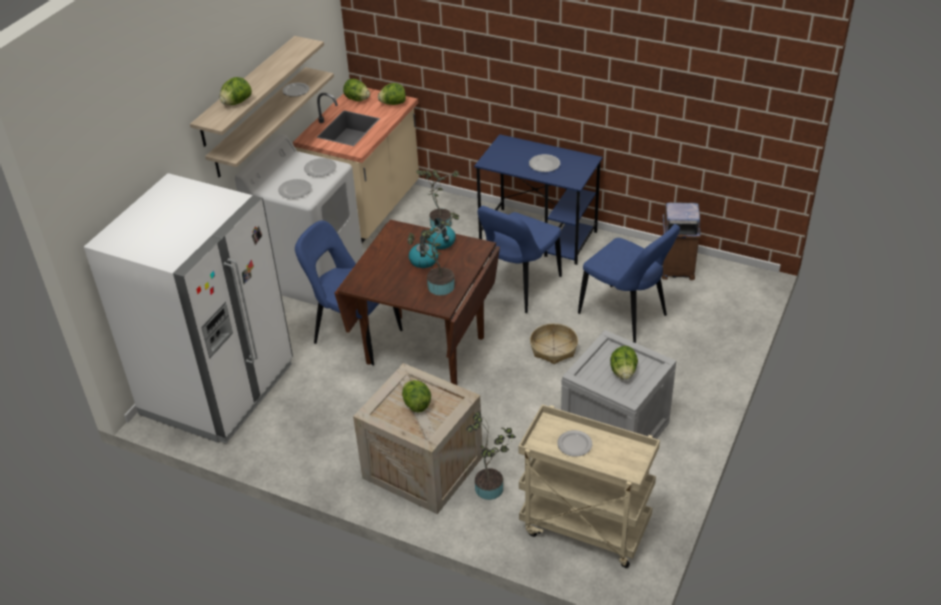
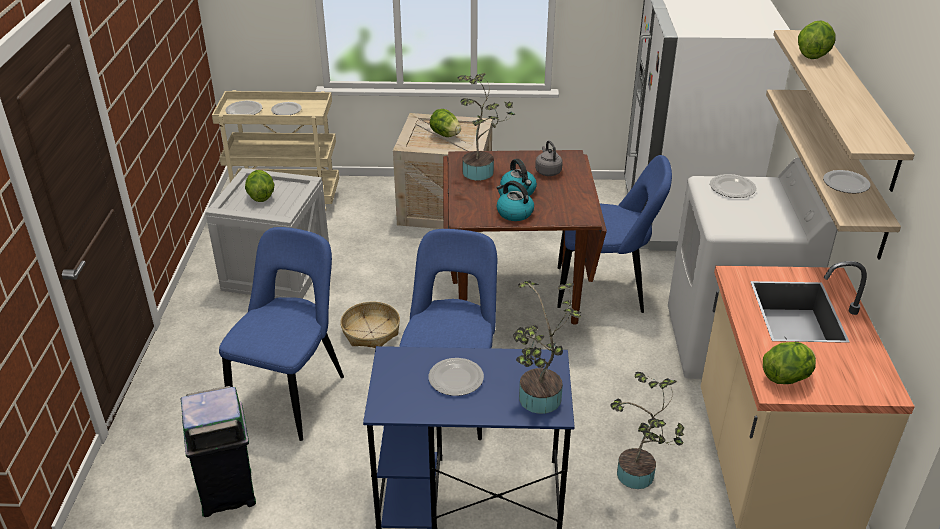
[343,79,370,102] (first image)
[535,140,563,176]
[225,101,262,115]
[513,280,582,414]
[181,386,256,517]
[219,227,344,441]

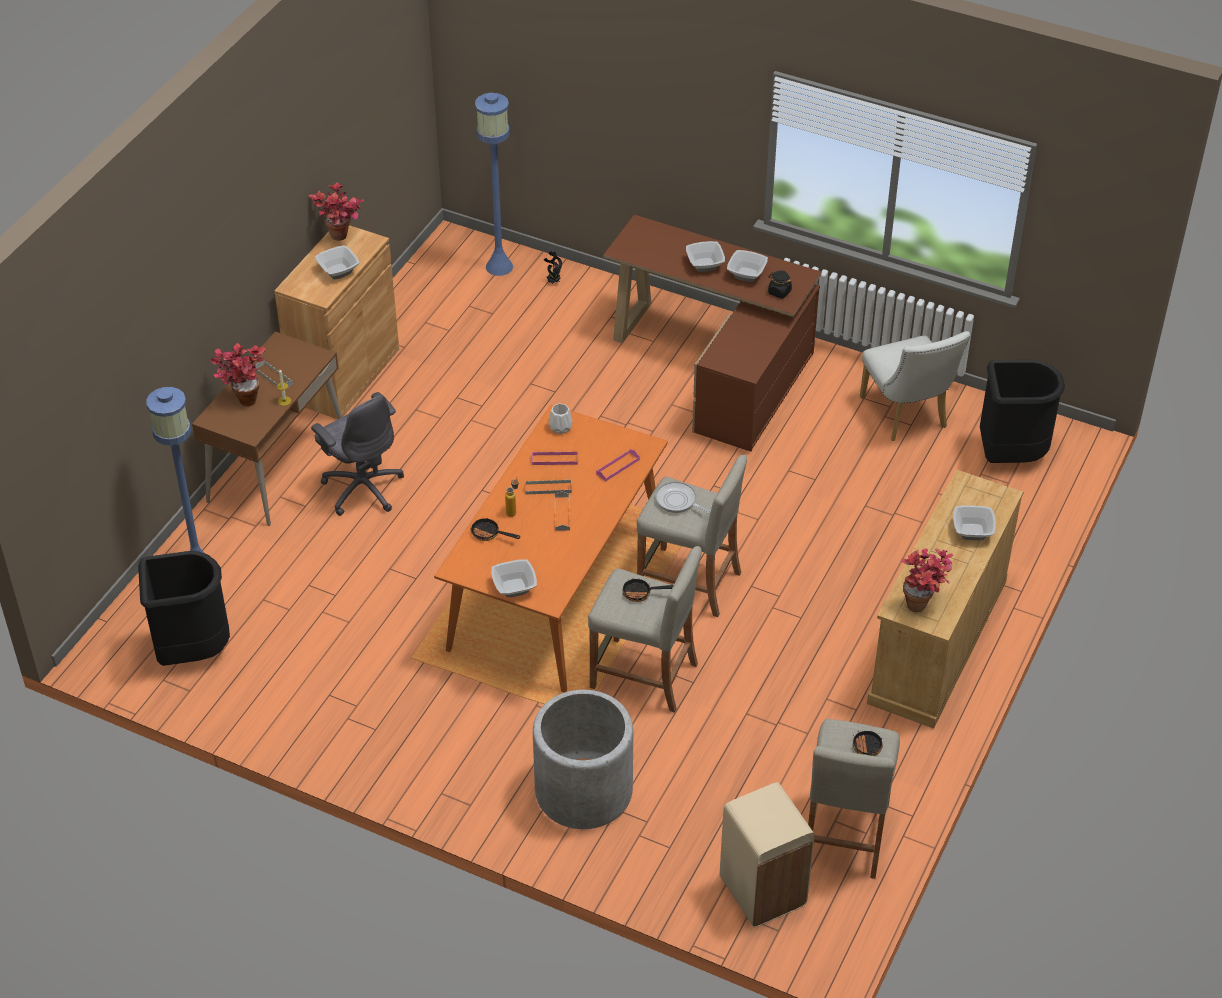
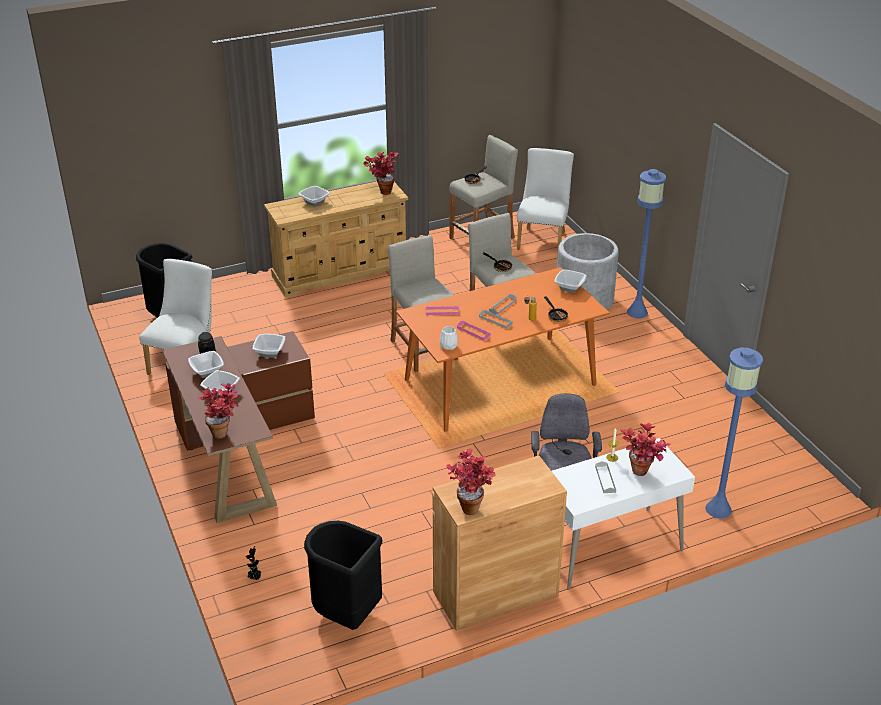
[655,481,711,514] (first image)
[197,383,239,439]
[304,521,382,630]
[253,334,285,358]
[627,169,666,318]
[517,148,574,254]
[552,438,695,590]

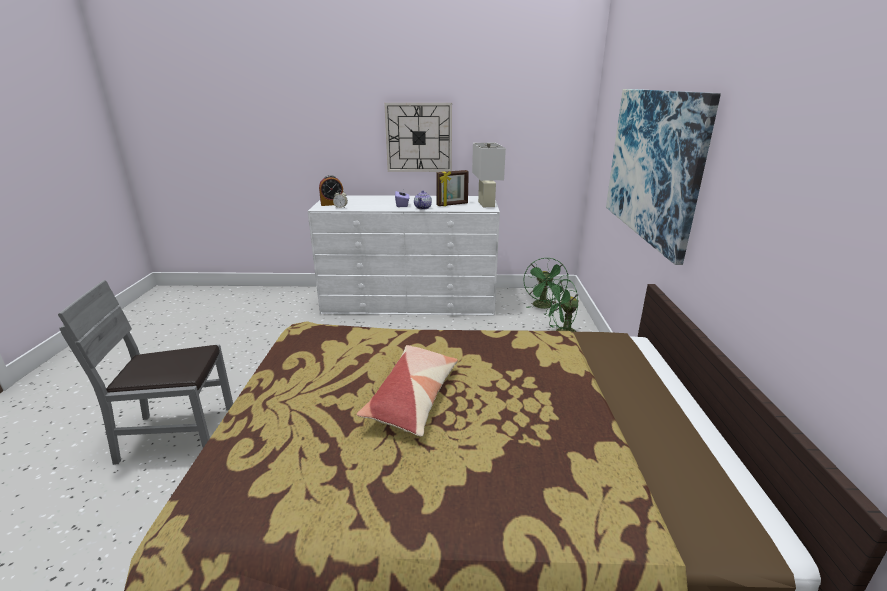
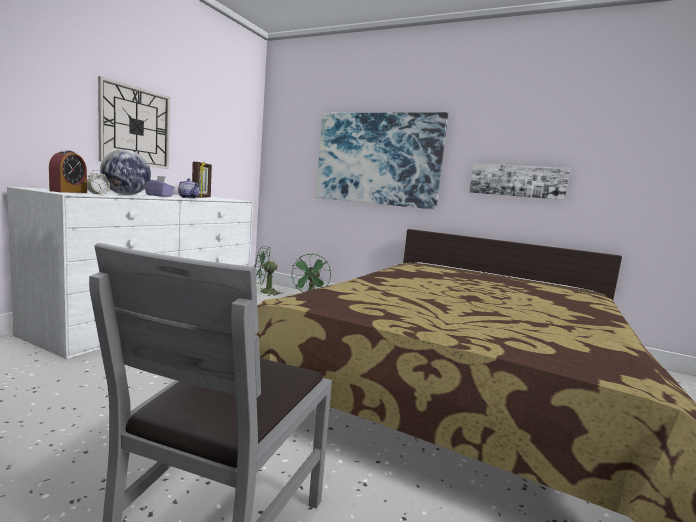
[357,345,458,437] (first image)
[472,143,506,207] (first image)
[100,150,151,195]
[469,163,570,200]
[254,246,283,296]

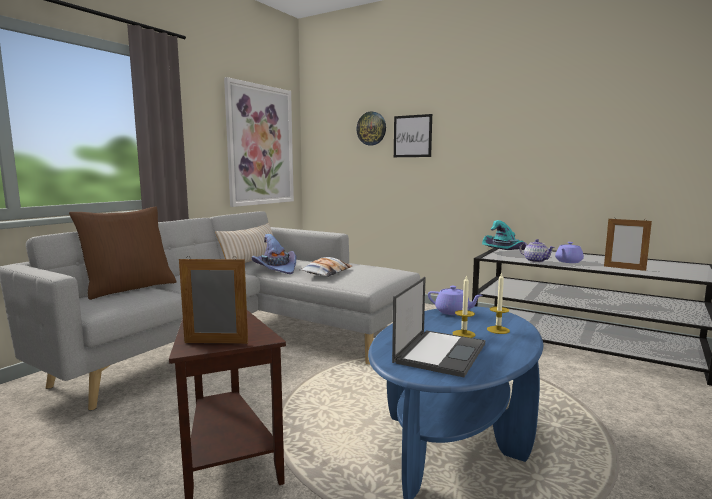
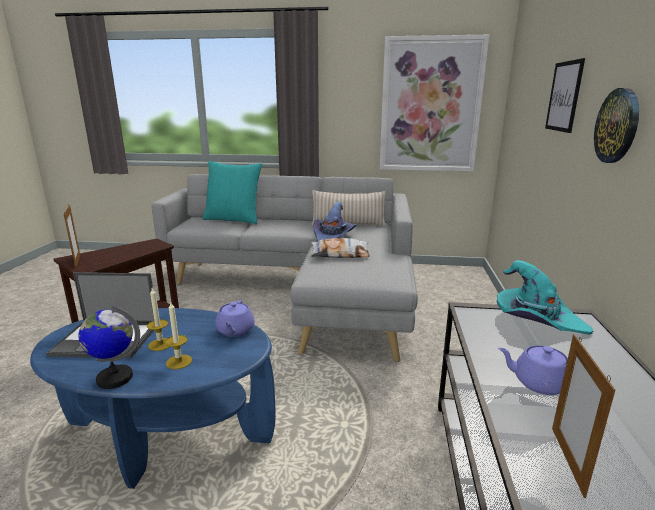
[519,239,555,263] (first image)
[78,306,140,389]
[594,88,639,163]
[202,161,262,224]

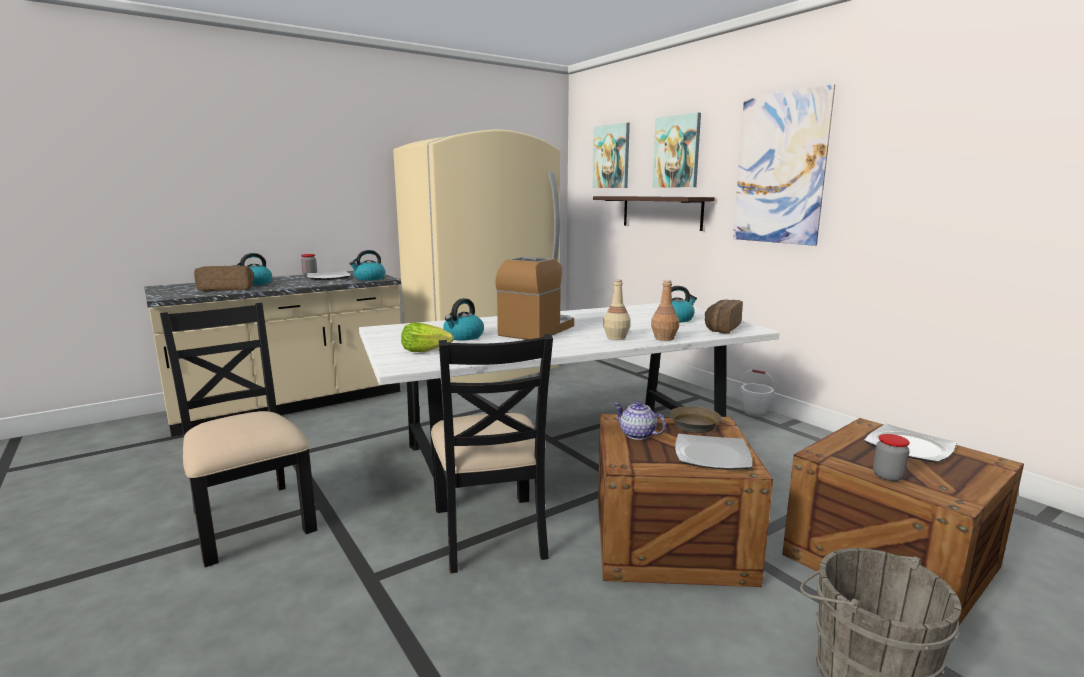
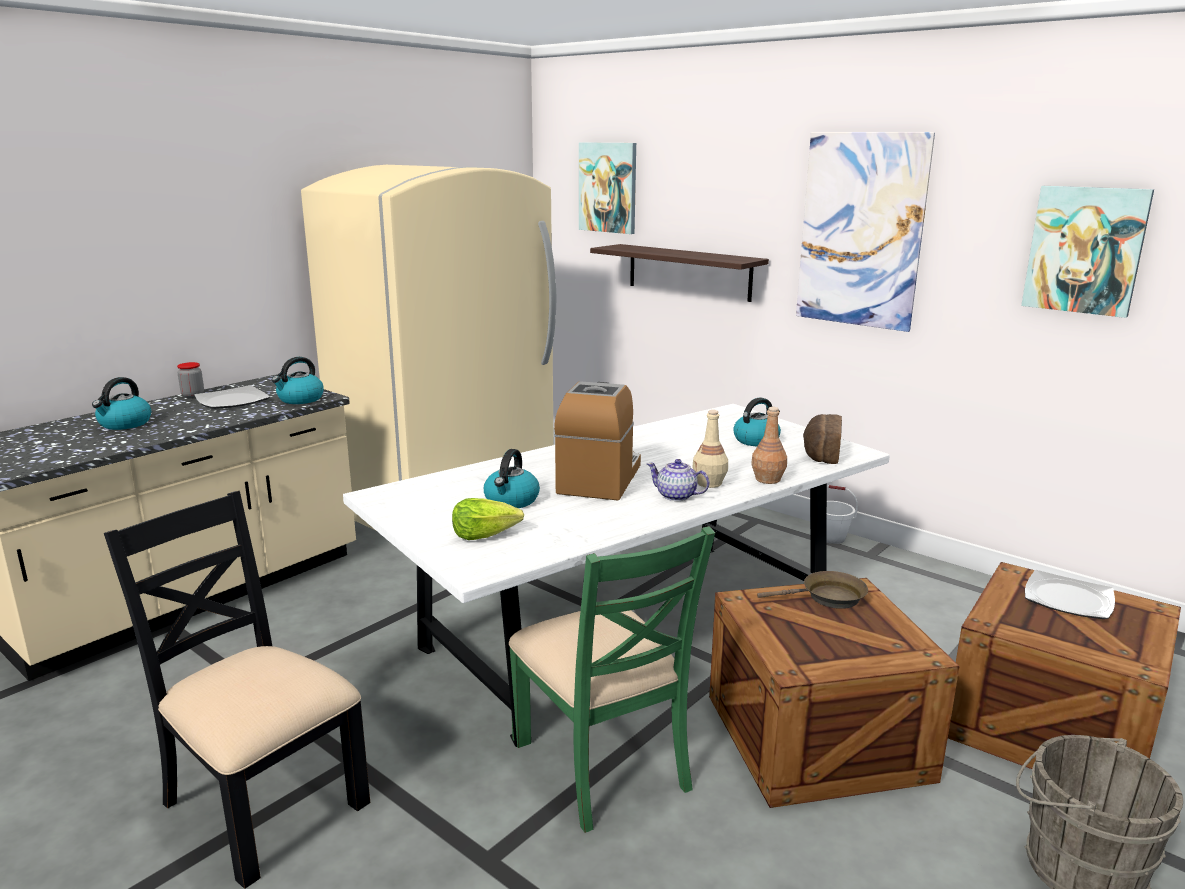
[194,265,254,291] (first image)
[675,434,752,470] (first image)
[873,434,910,482] (first image)
[647,459,710,501]
[1021,186,1154,318]
[509,526,715,833]

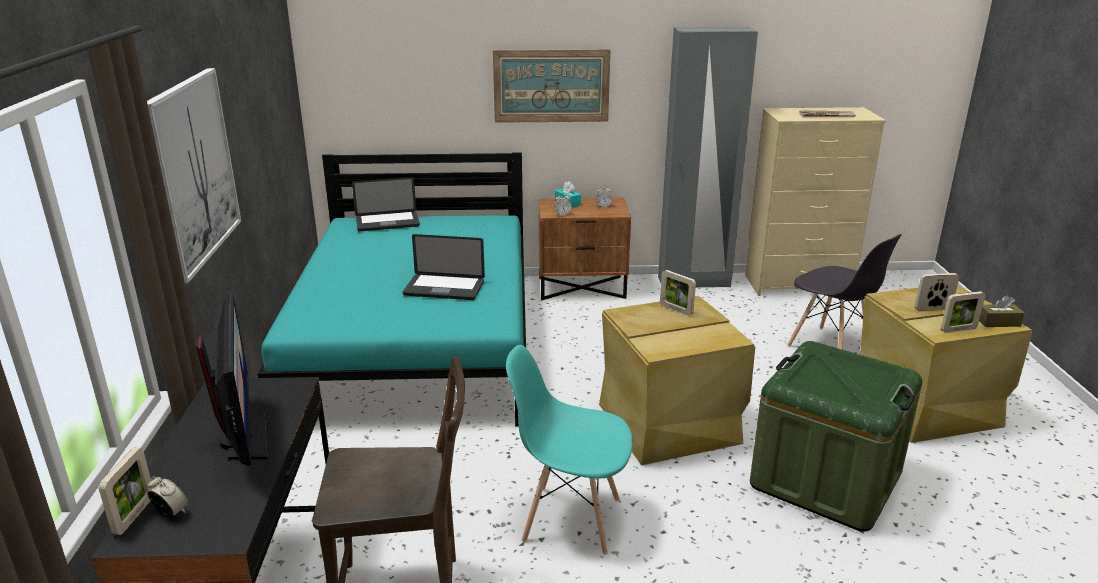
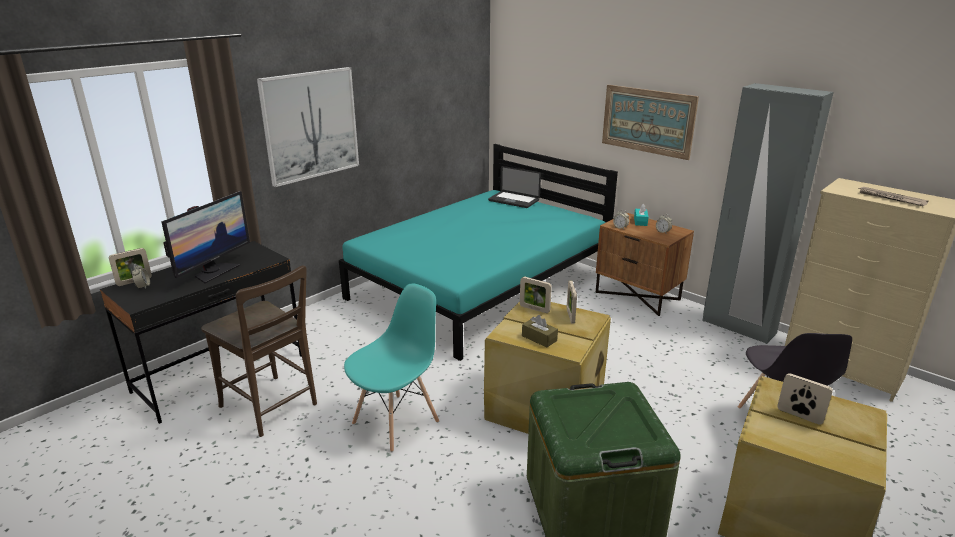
[402,234,485,300] (first image)
[520,277,552,313]
[522,315,558,347]
[344,283,439,452]

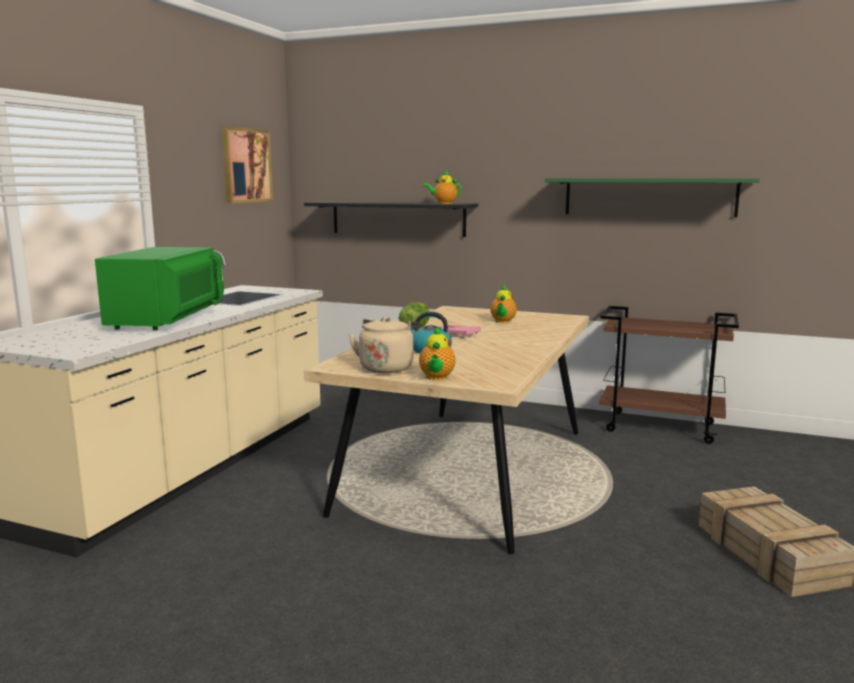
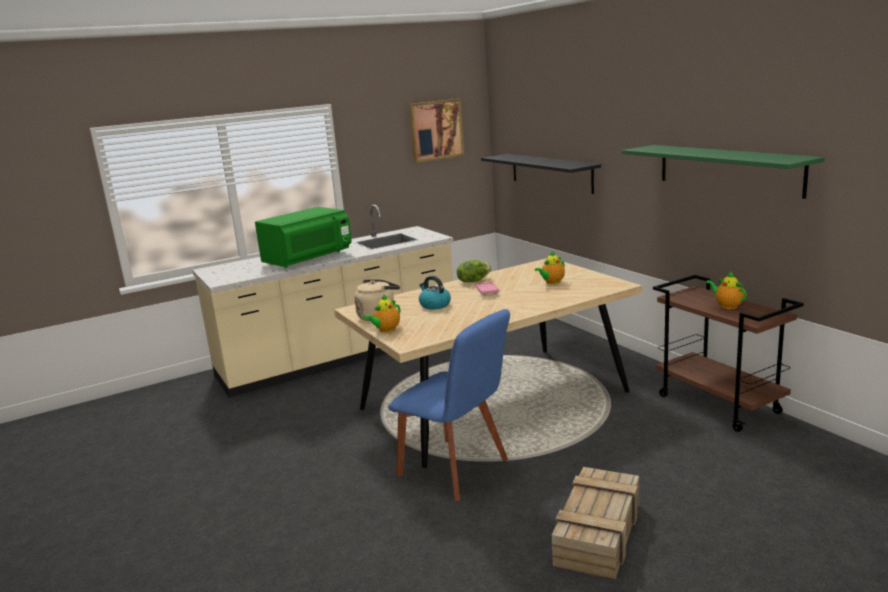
[388,309,510,501]
[706,271,747,309]

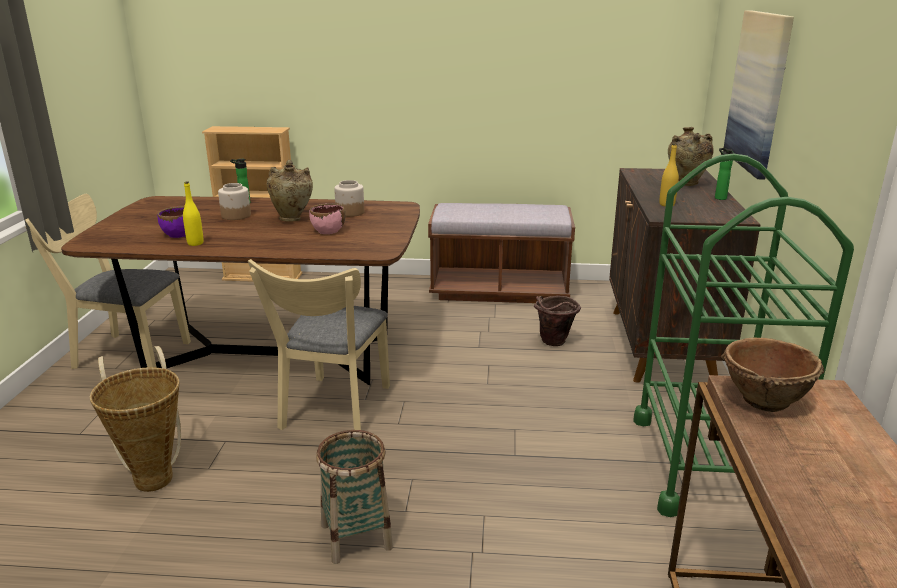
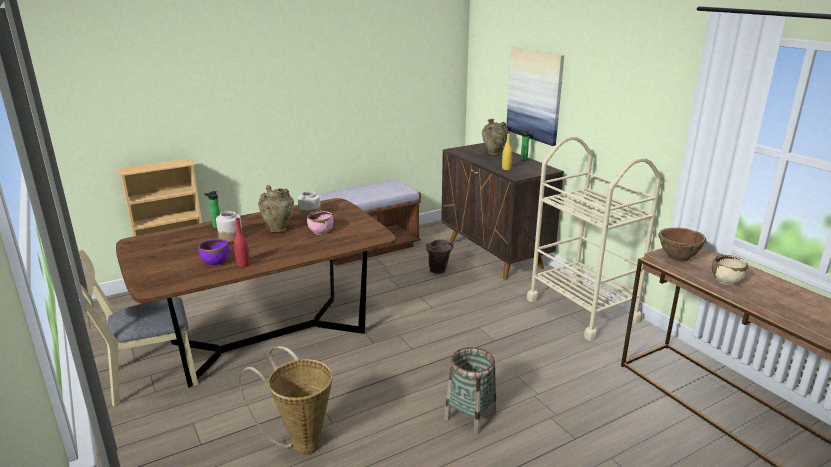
[248,259,390,430] (first image)
[712,255,748,285]
[234,218,250,267]
[527,136,662,341]

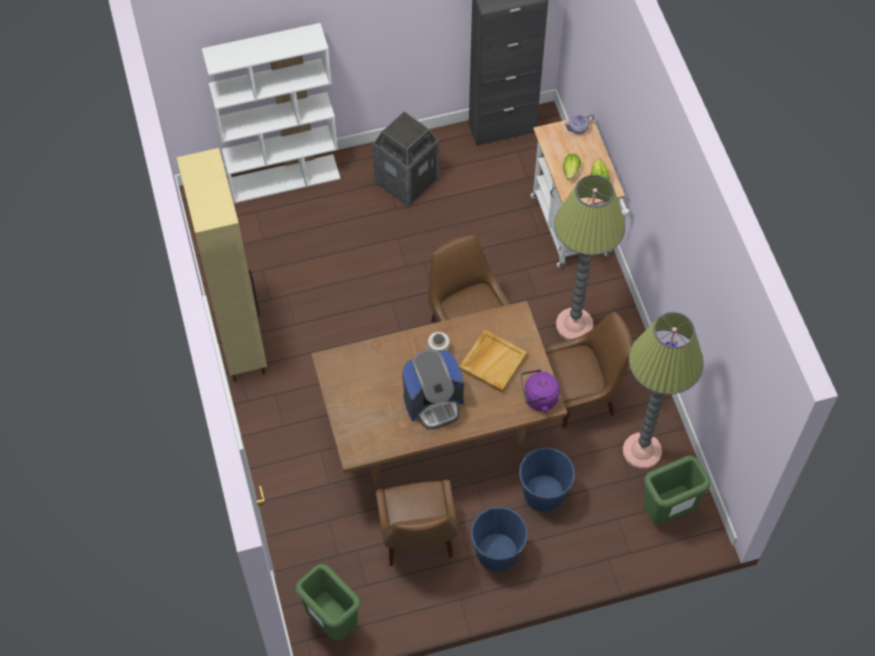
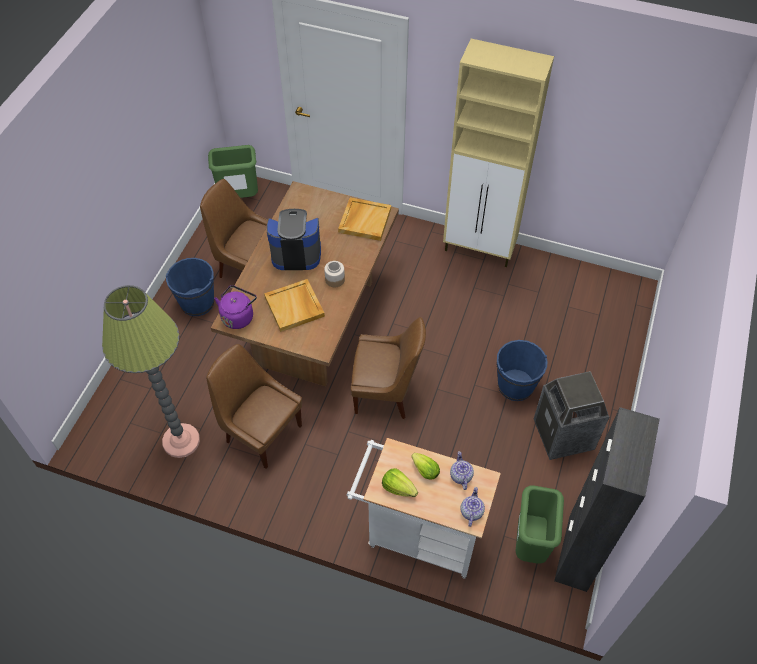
[202,23,341,203] (first image)
[554,175,625,340] (first image)
[338,198,391,241]
[450,451,474,490]
[497,340,547,401]
[516,485,564,564]
[267,209,321,270]
[206,344,302,469]

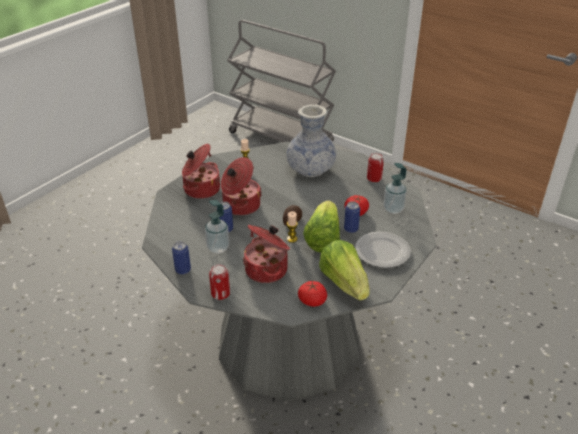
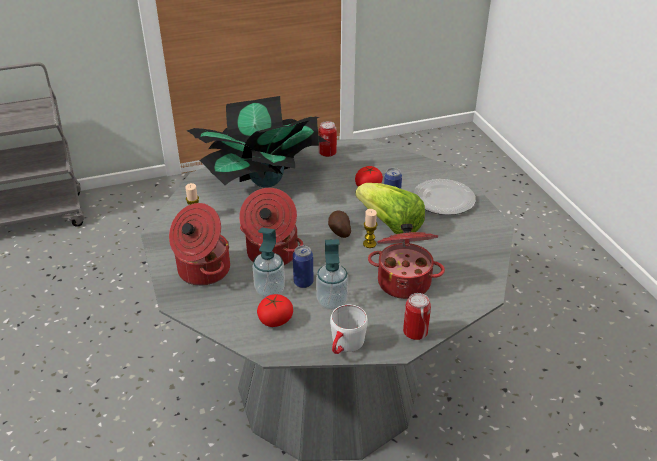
[319,240,370,301] (first image)
[257,294,293,327]
[252,227,285,297]
[330,305,368,354]
[187,96,329,187]

